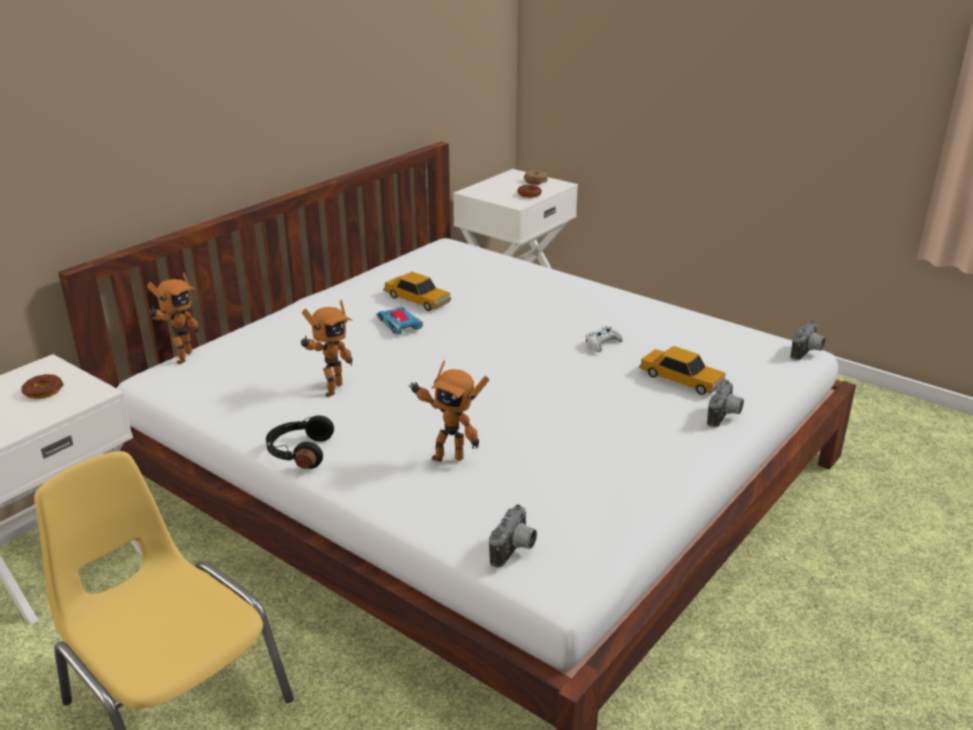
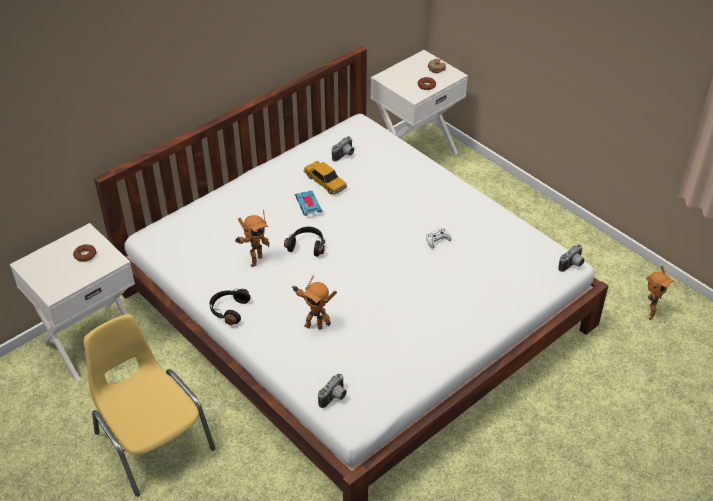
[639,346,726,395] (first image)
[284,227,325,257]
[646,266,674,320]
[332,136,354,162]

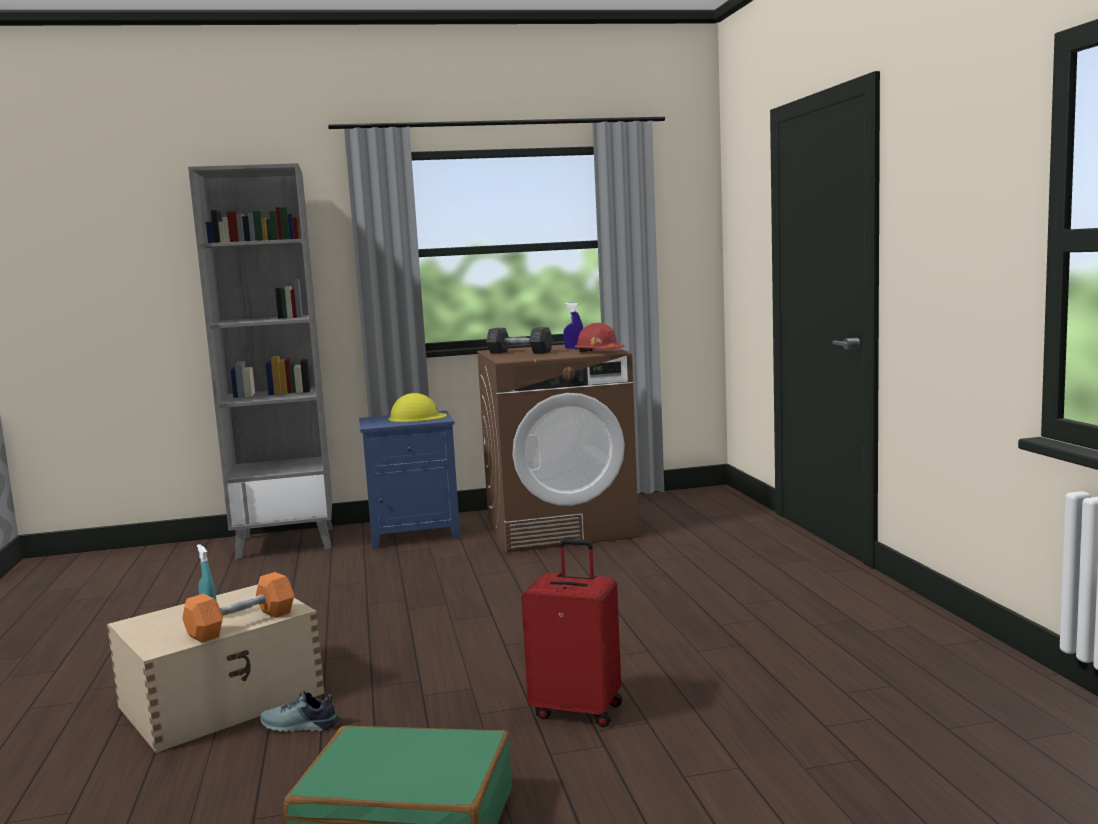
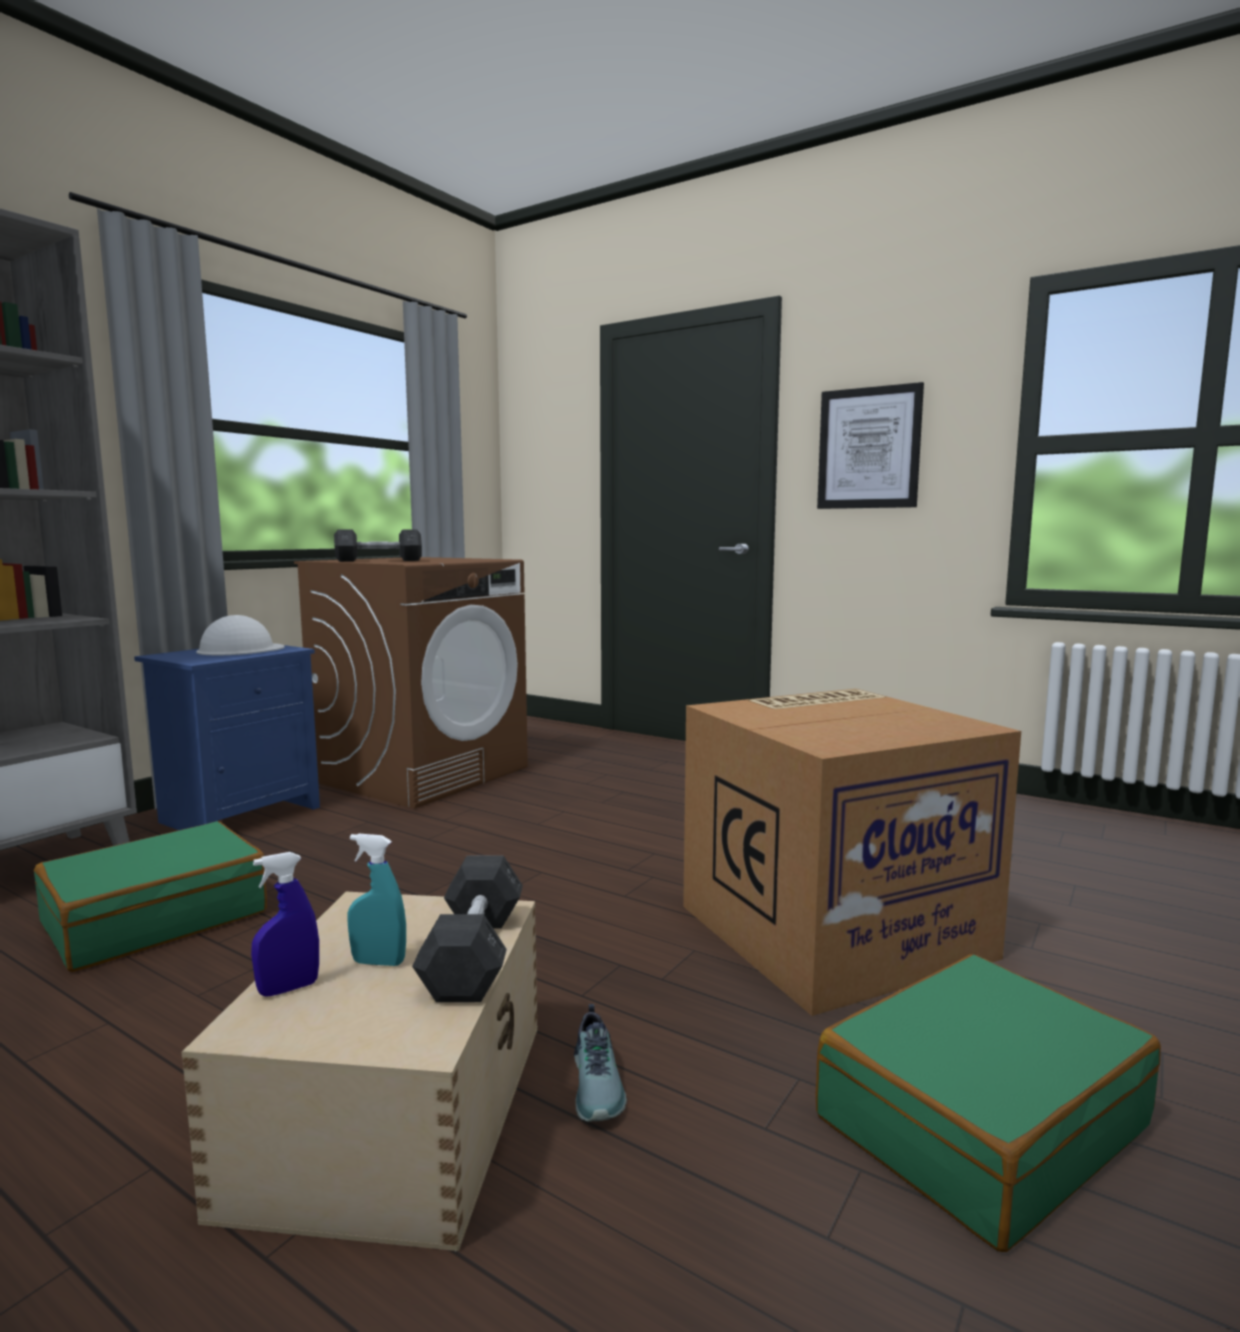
[575,323,625,352] (first image)
[34,821,267,972]
[817,382,924,509]
[251,852,319,997]
[683,689,1021,1016]
[412,856,523,1002]
[196,615,284,655]
[574,1004,627,1122]

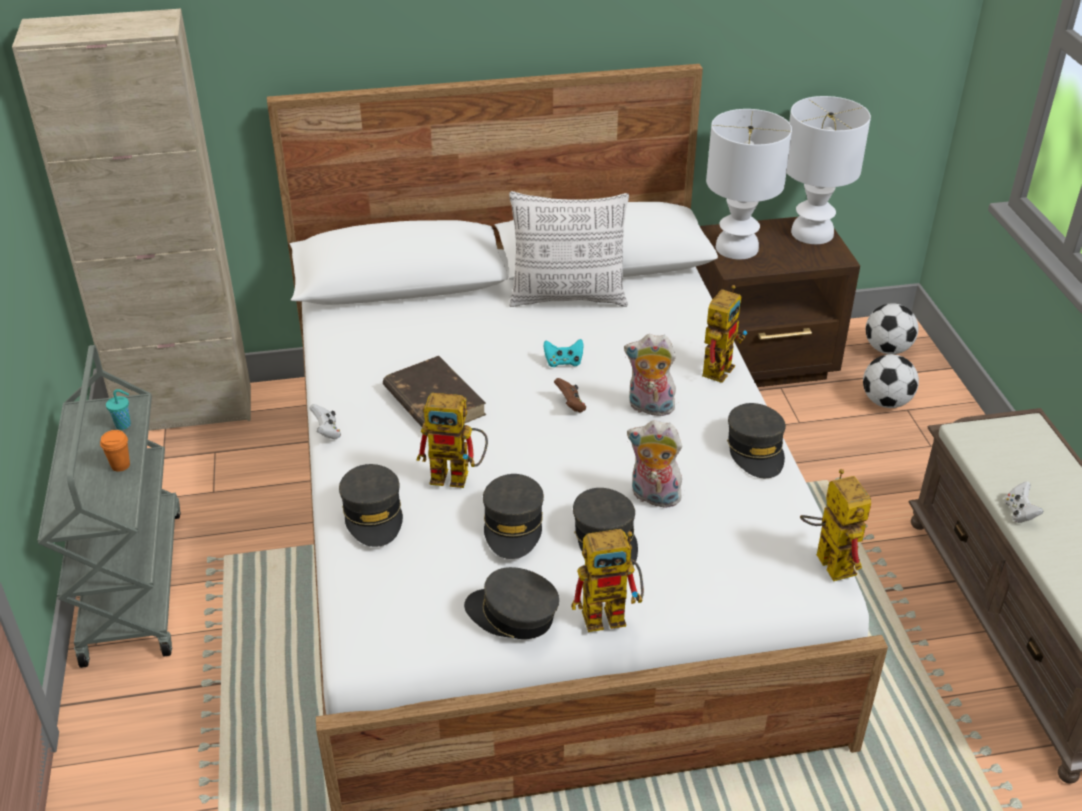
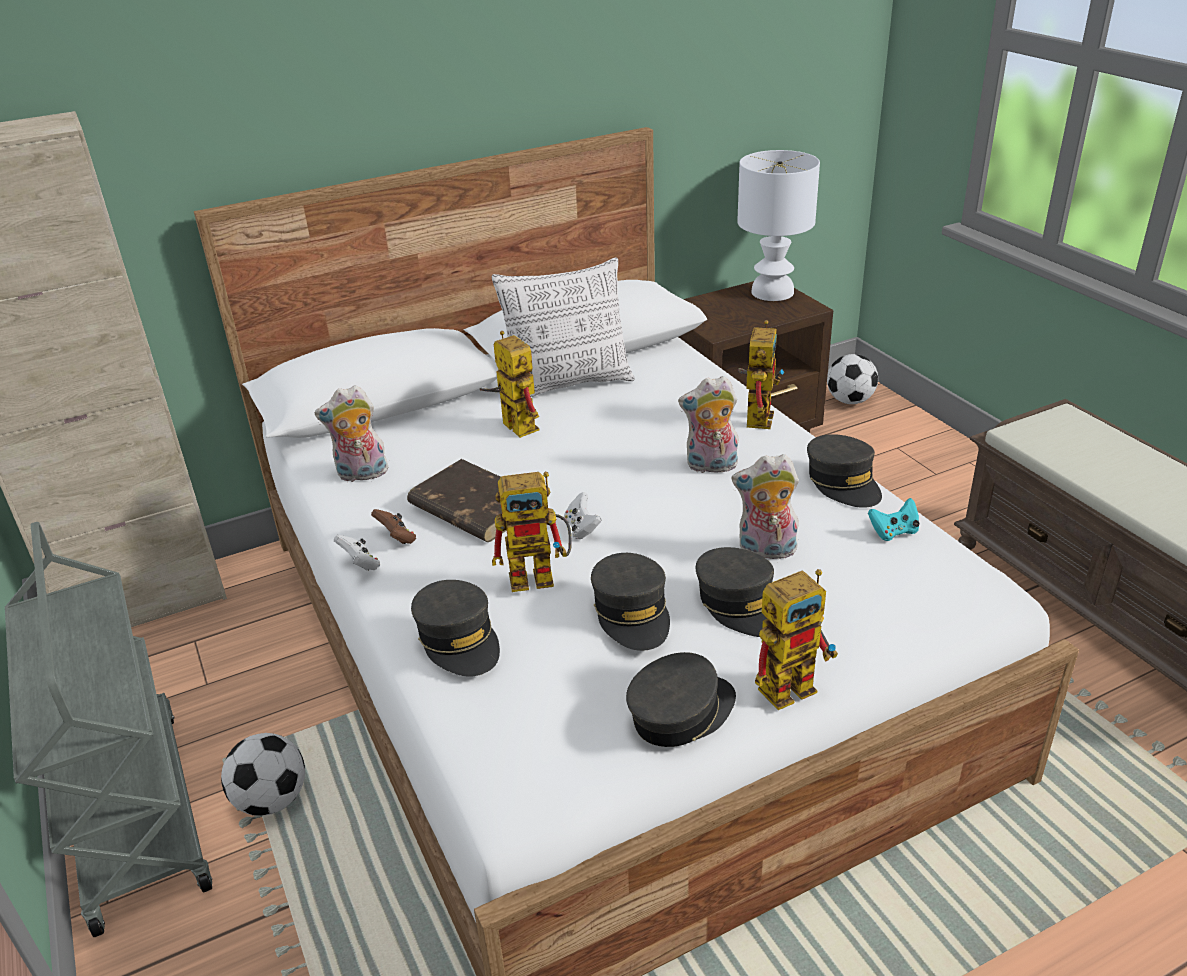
[100,430,130,472] (first image)
[106,389,131,430] (first image)
[706,109,792,259] (first image)
[314,385,389,482]
[868,498,920,541]
[371,509,416,544]
[480,331,540,438]
[221,733,305,816]
[564,492,602,539]
[626,652,736,747]

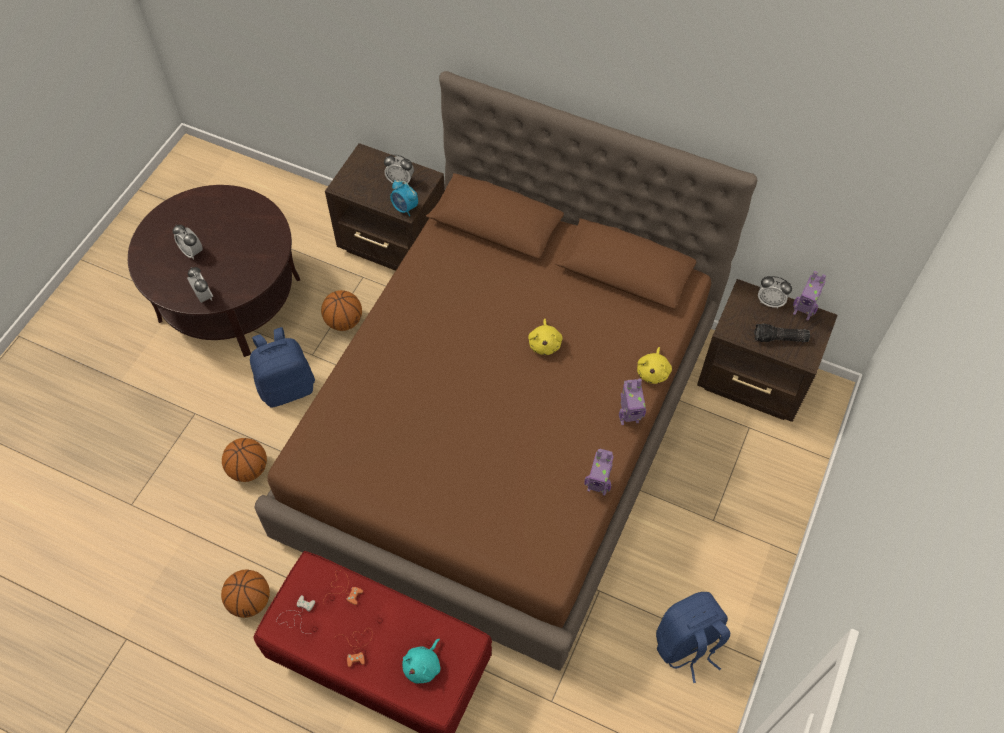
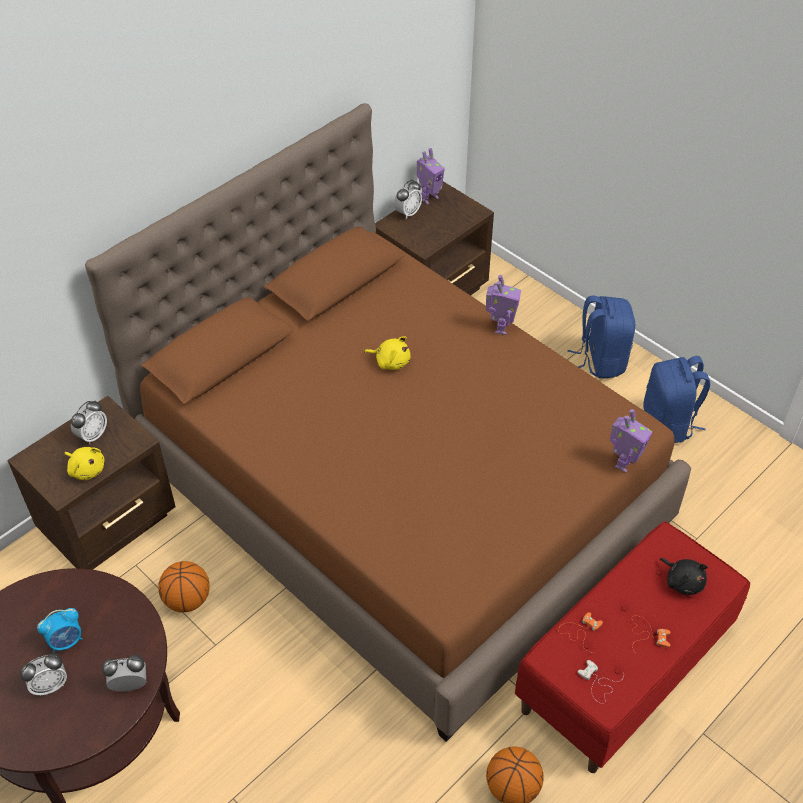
[222,438,267,482] (first image)
[754,323,810,342] (first image)
[567,295,635,378]
[37,608,83,653]
[610,409,652,473]
[65,447,105,480]
[660,558,708,596]

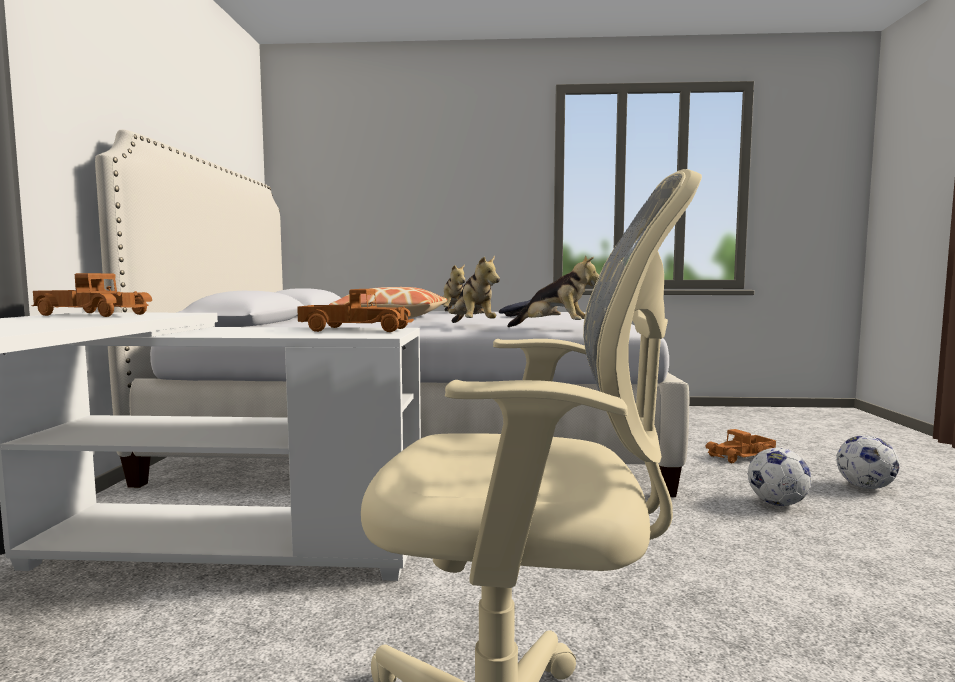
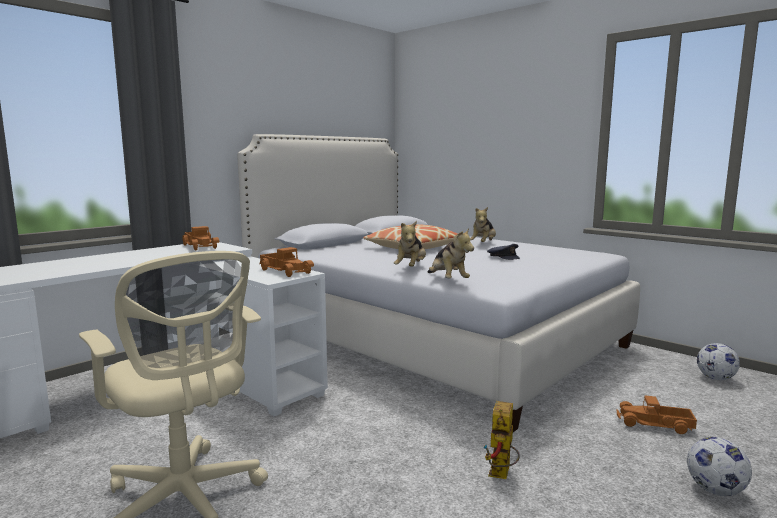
[483,401,520,479]
[697,343,740,380]

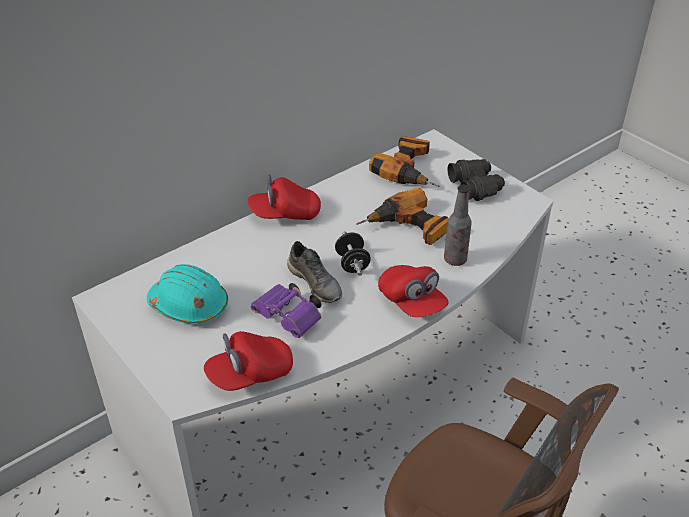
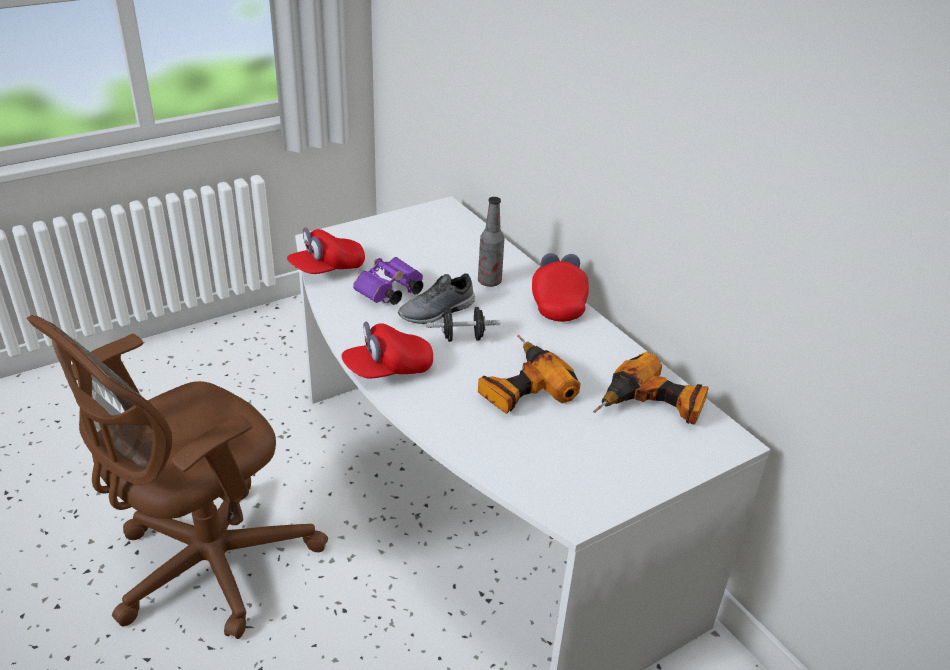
[147,264,228,324] (first image)
[448,159,505,201] (first image)
[478,197,504,287]
[287,227,365,274]

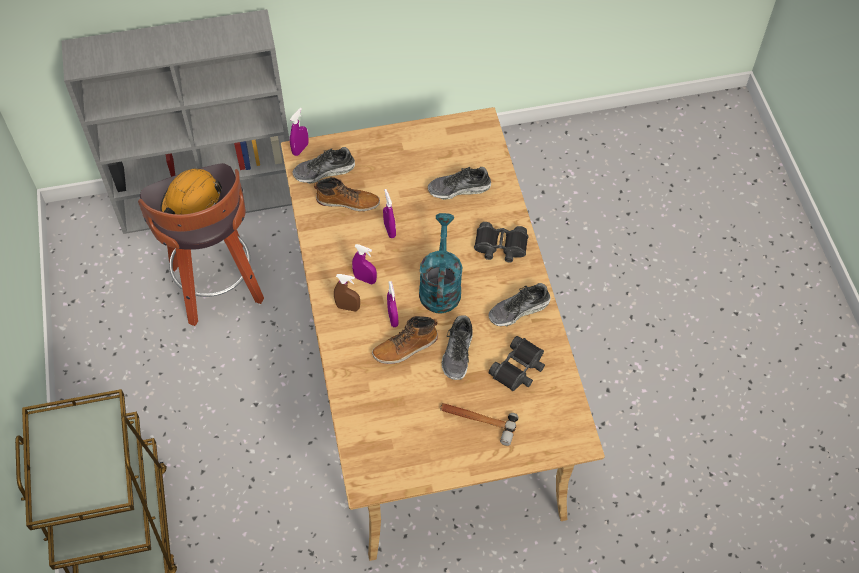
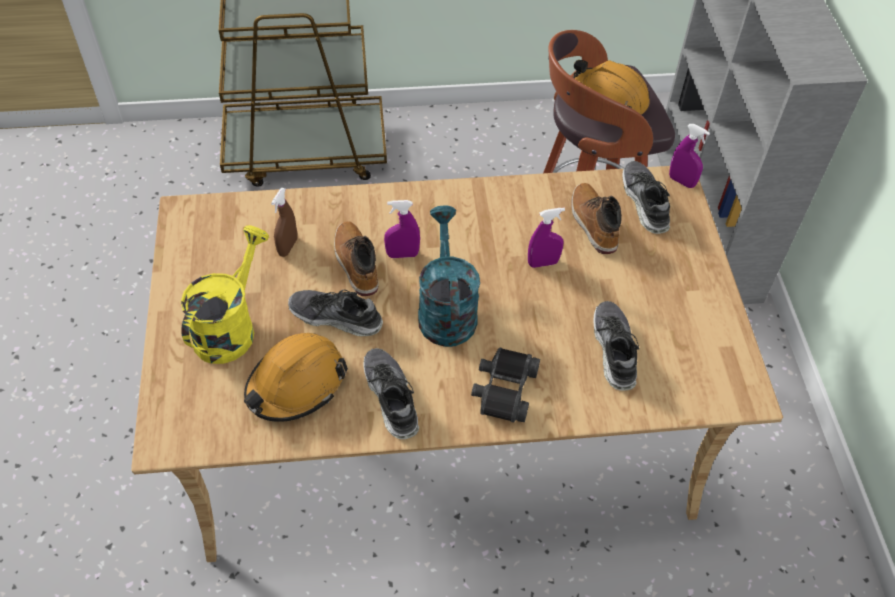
[352,244,377,284] (first image)
[271,188,297,257]
[181,225,269,364]
[244,333,348,422]
[571,183,622,254]
[418,206,480,347]

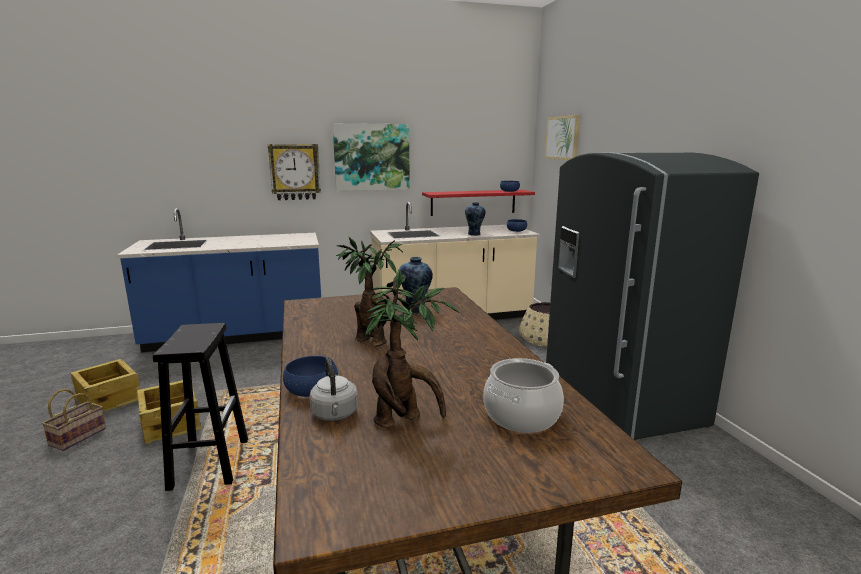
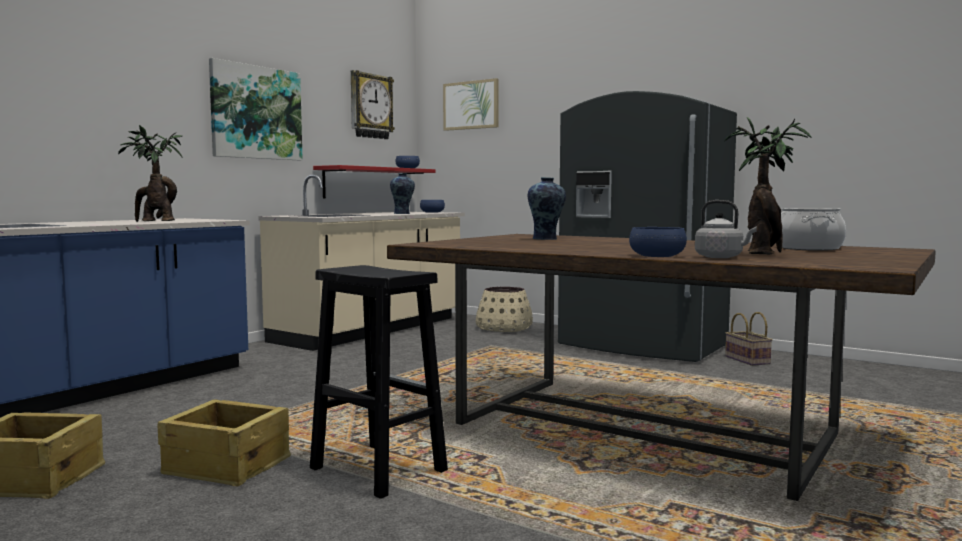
[725,312,773,366]
[351,70,395,139]
[118,125,183,222]

